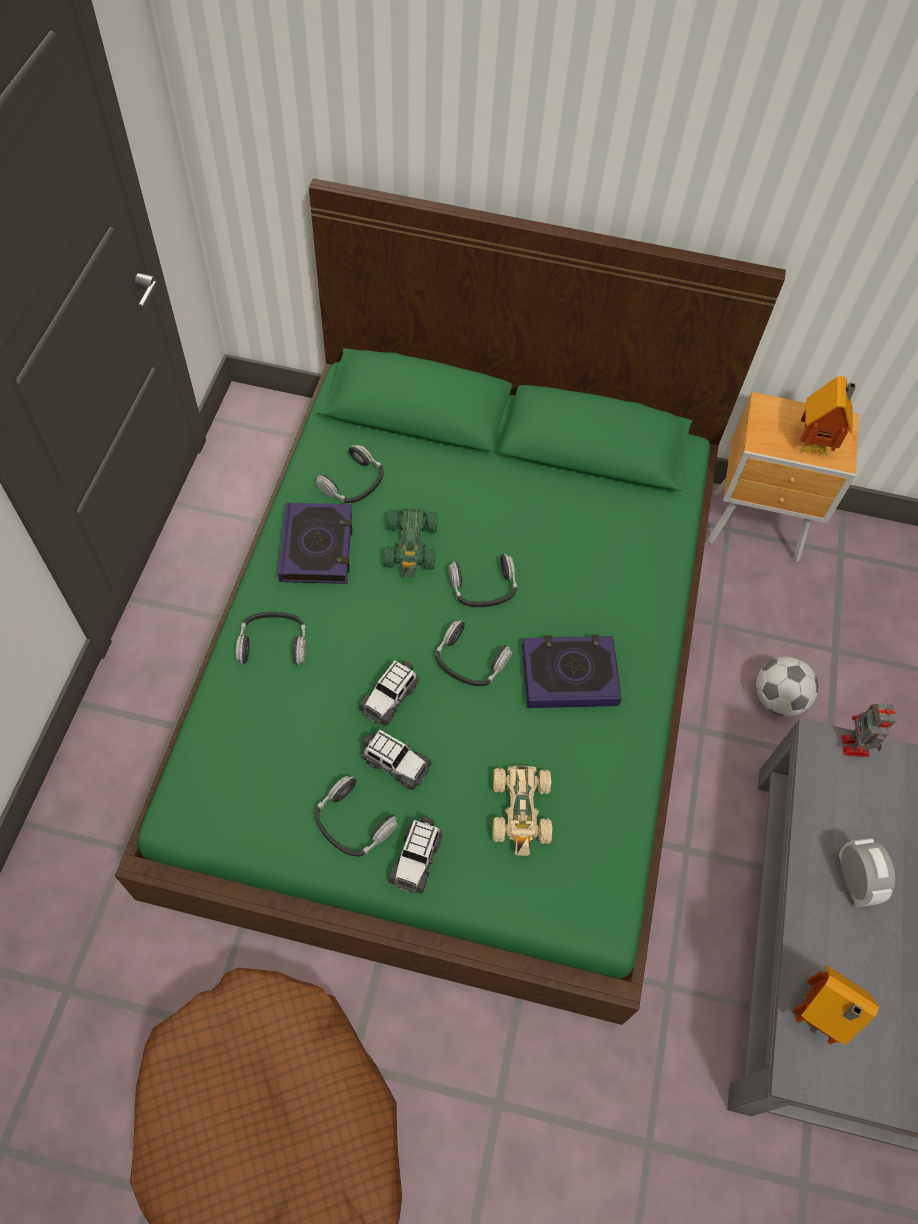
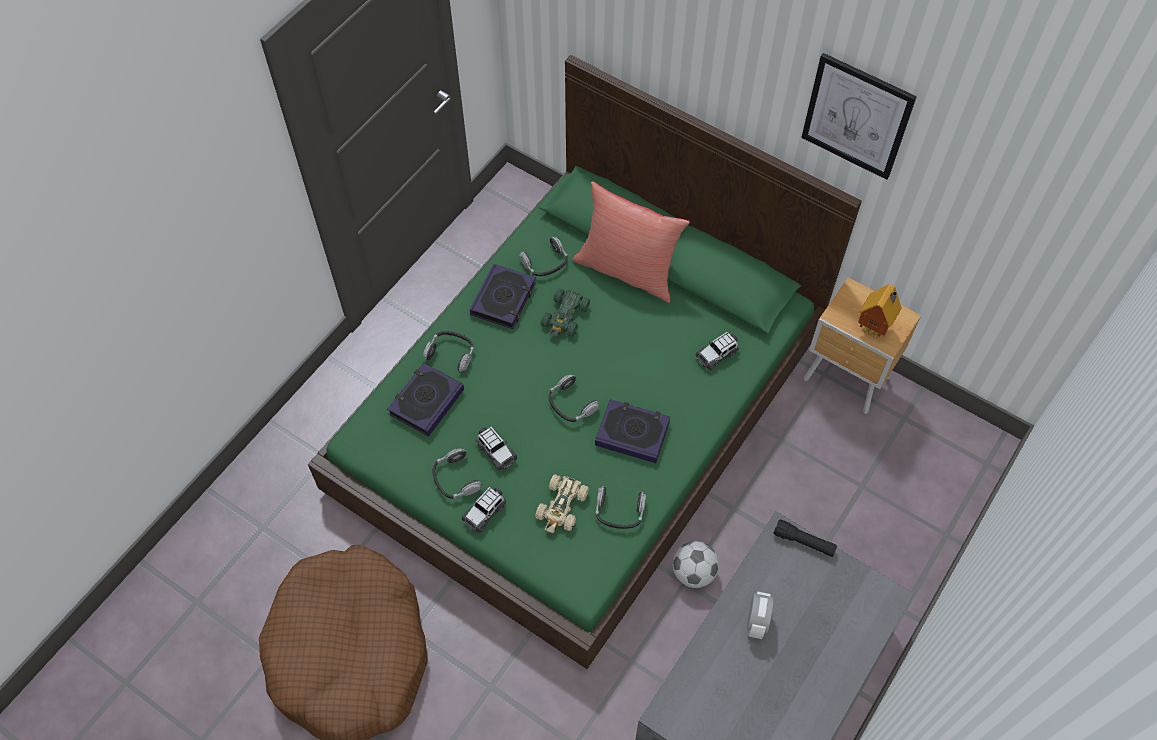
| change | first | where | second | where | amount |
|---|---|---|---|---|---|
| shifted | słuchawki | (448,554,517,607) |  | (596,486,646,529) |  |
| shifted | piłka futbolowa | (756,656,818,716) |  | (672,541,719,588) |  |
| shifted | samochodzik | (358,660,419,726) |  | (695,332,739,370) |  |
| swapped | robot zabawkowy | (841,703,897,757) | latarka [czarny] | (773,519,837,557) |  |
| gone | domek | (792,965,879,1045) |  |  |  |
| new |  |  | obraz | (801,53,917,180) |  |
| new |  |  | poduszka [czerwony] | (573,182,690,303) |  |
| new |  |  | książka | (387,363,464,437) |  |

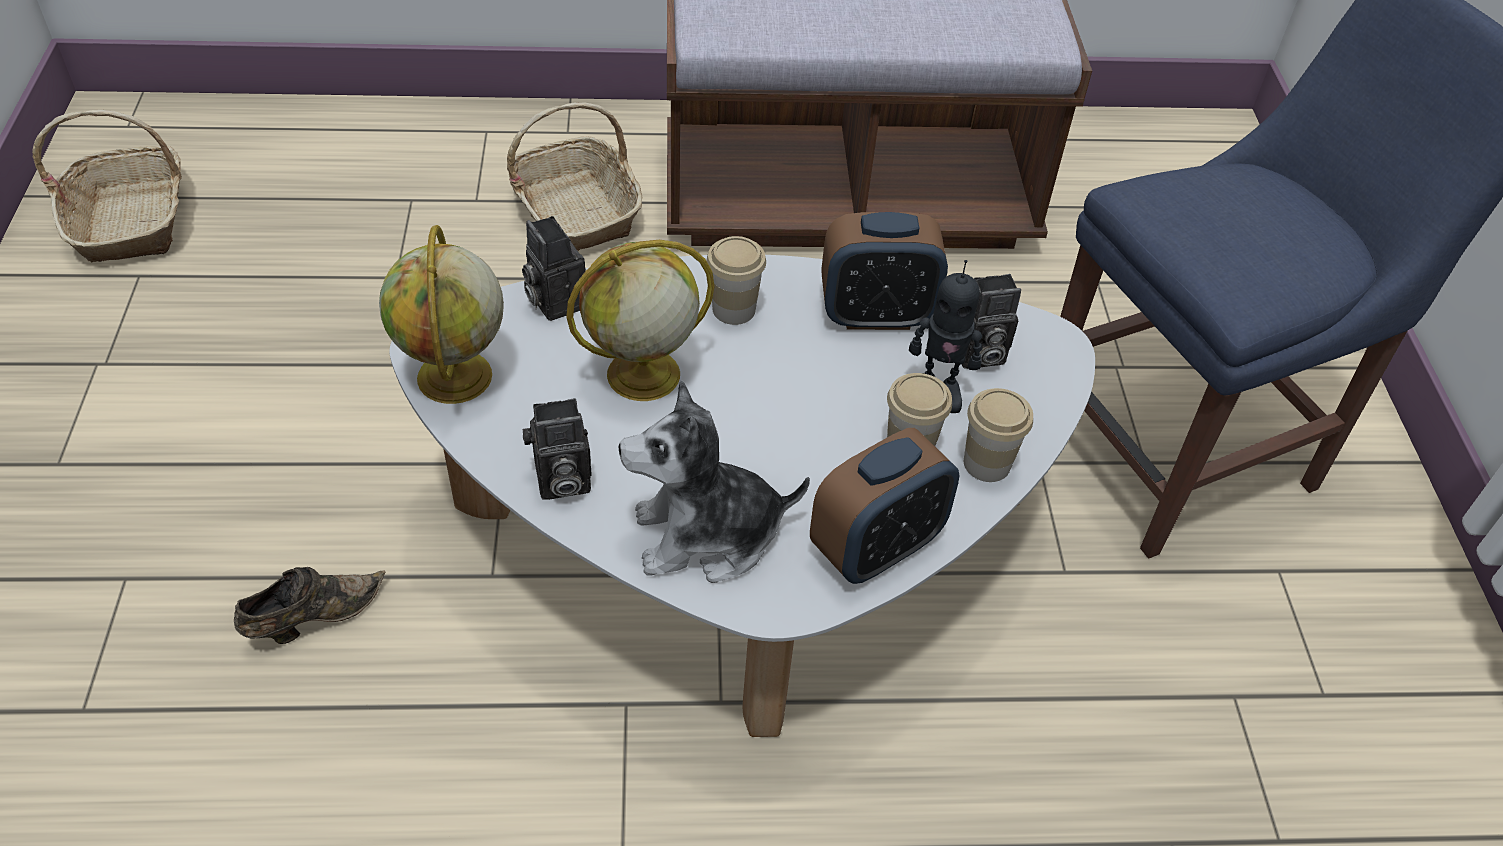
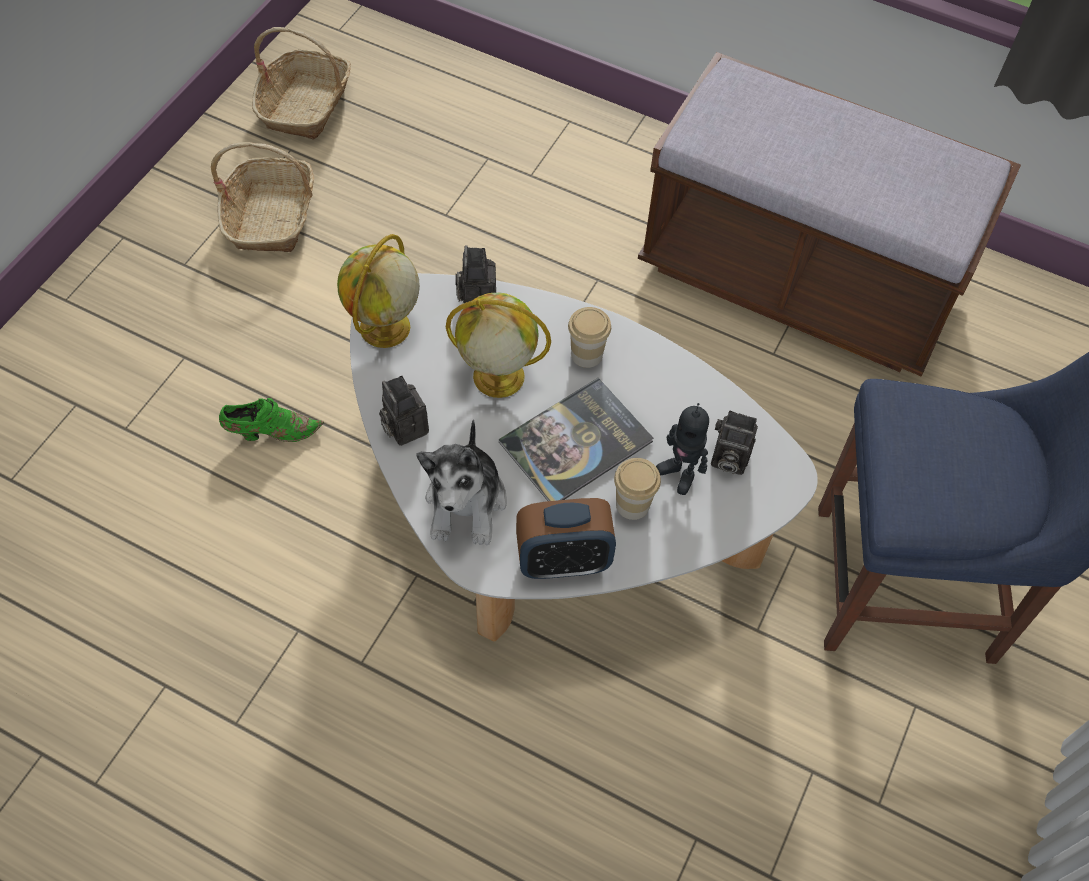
| change | first | where | second | where | amount |
|---|---|---|---|---|---|
| shifted | koszyk | (507,102,642,251) |  | (211,142,314,252) |  |
| gone | budzik | (822,212,948,330) |  |  |  |
| rotated | pluszak | (619,380,810,583) |  | (416,420,507,546) | 105 degrees counterclockwise |
| gone | filiżanka | (964,388,1033,482) |  |  |  |
| rotated | aparat fotograficzny | (523,398,592,500) |  | (379,376,429,446) | 45 degrees clockwise |
| repainted | but [brązowy] | (234,567,385,644) | but [zielony] | (219,398,324,442) |  |
| new |  |  | książka | (499,378,654,501) |  |

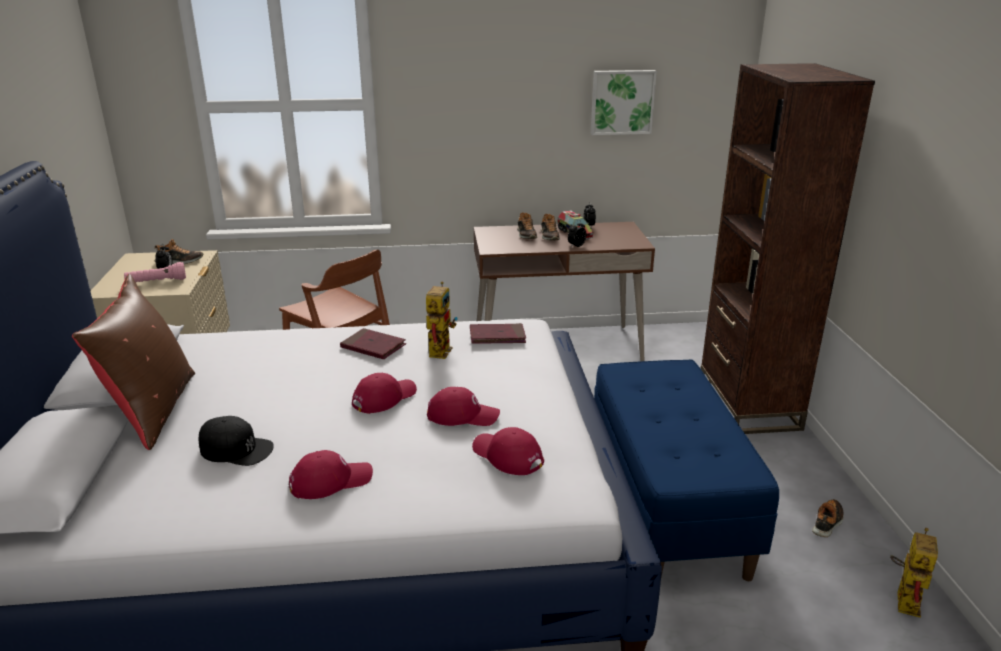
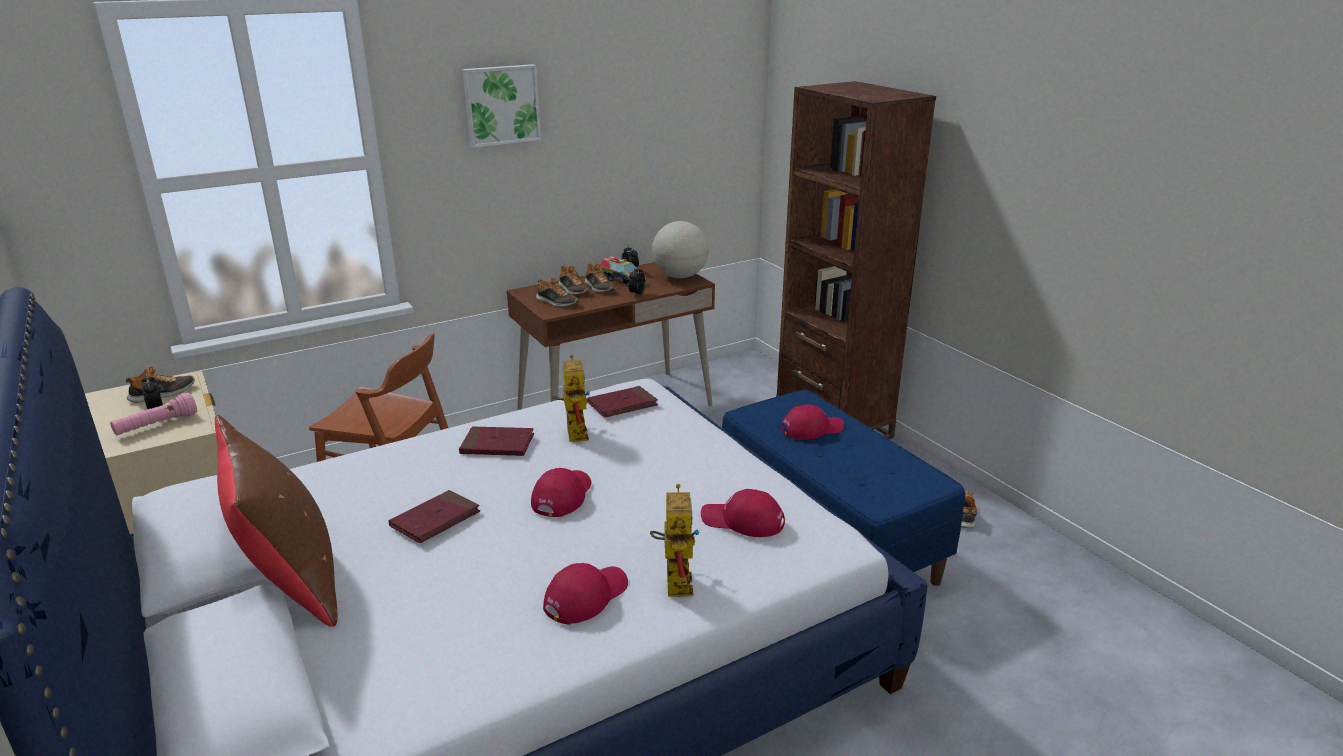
| change | first | where | second | where | amount |
|---|---|---|---|---|---|
| shifted | obraz | (591,70,657,135) |  | (462,64,541,148) |  |
| shifted | czapka z daszkiem [czerwony] | (427,387,500,426) |  | (781,404,844,440) |  |
| gone | czapka z daszkiem [czarny] | (198,416,274,466) |  |  |  |
| shifted | robot zabawkowy | (890,528,938,618) |  | (650,484,700,597) |  |
| new |  |  | globus | (652,221,709,278) |  |
| new |  |  | but | (536,277,579,307) |  |
| new |  |  | książka [czerwony] | (389,490,480,544) |  |

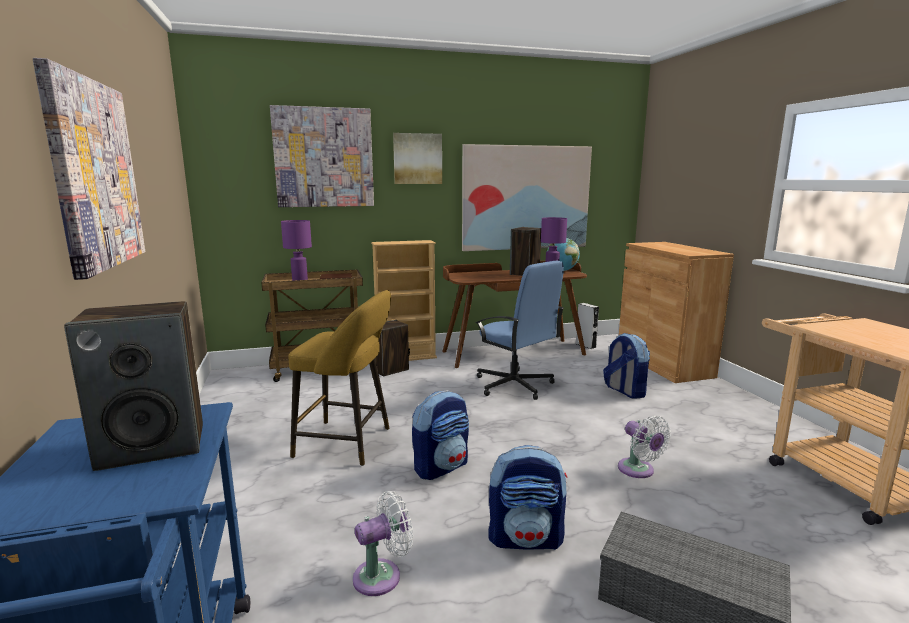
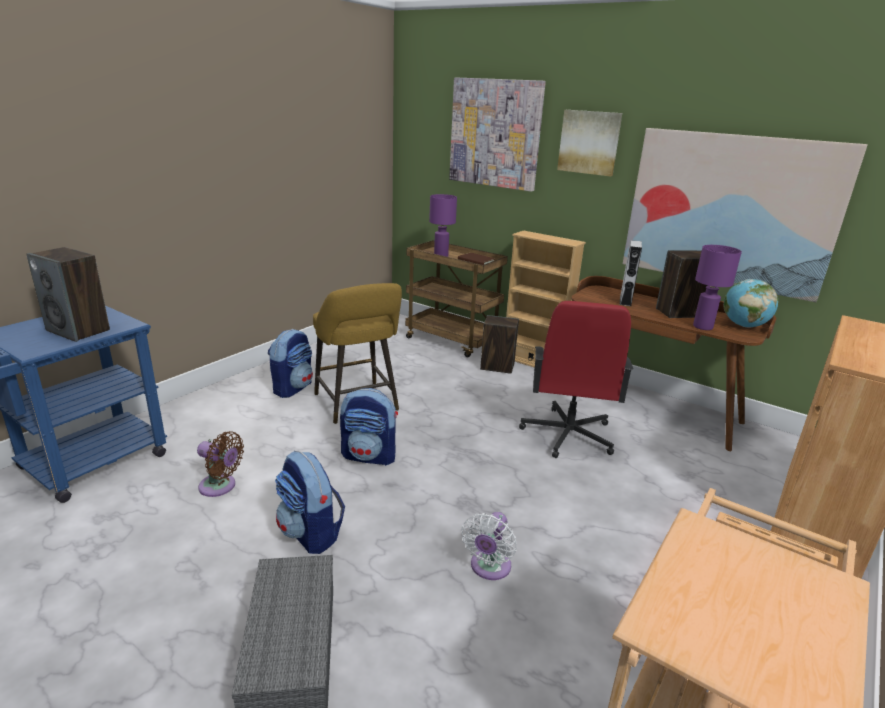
| change | first | where | second | where | amount |
|---|---|---|---|---|---|
| gone | obraz | (33,58,145,280) |  |  |  |
| repainted | krzesło biurowe [niebieski] | (476,260,564,400) | krzesło biurowe [czerwony] | (519,301,633,458) |  |
| shifted | głośnik [szary] | (576,303,599,349) |  | (620,240,642,306) |  |
| shifted | plecak | (603,333,650,399) |  | (268,329,313,398) |  |
| repainted | wentylator [biały] | (353,491,413,596) | wentylator [brązowy] | (197,431,244,497) |  |

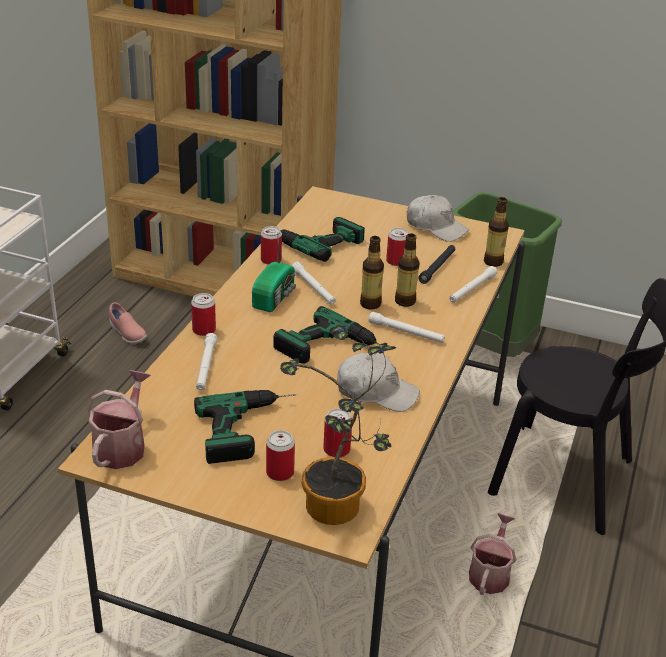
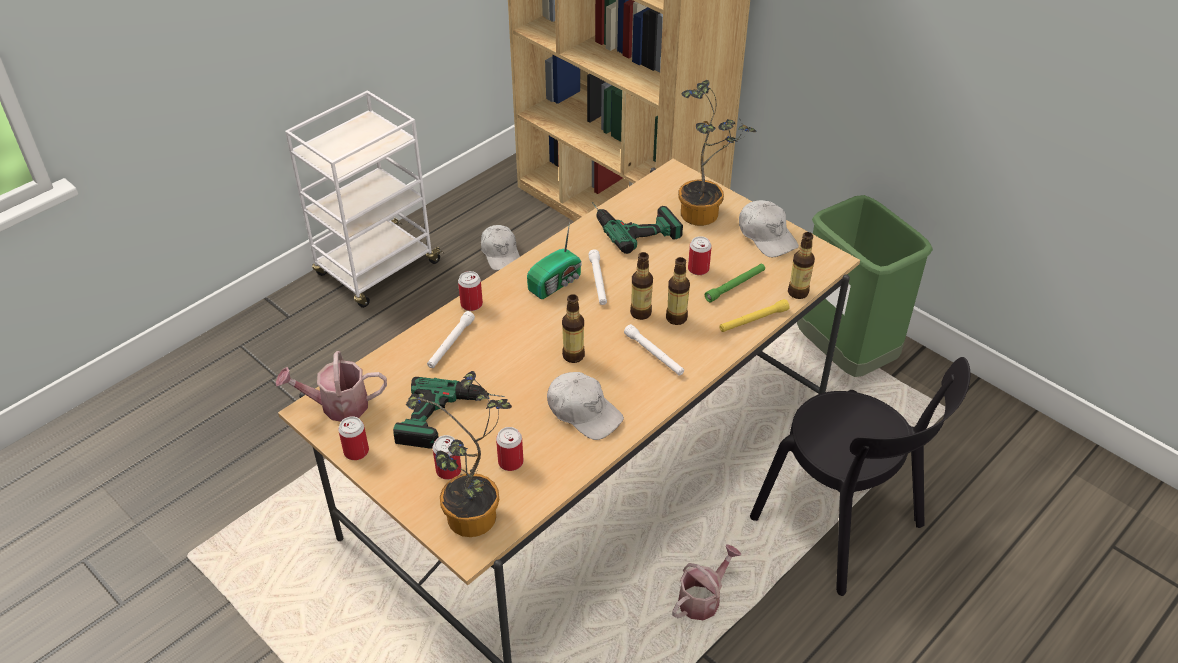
| change | first | where | second | where | amount |
|---|---|---|---|---|---|
| shifted | puszka | (261,226,282,265) |  | (338,416,369,460) |  |
| repainted | latarka [czarny] | (418,245,455,284) | latarka [zielony] | (705,264,765,302) |  |
| repainted | latarka [biały] | (449,266,497,303) | latarka [żółty] | (719,299,790,332) |  |
| swapped | but [różowy] | (109,302,147,344) | czapka z daszkiem [biały] | (481,225,520,270) |  |
| swapped | wiertarka | (273,306,379,364) | butelka | (562,294,585,363) |  |
| rotated | konewka | (88,370,151,469) |  | (276,351,387,422) | 135 degrees counterclockwise |
| new |  |  | roślina doniczkowa | (678,80,757,226) |  |

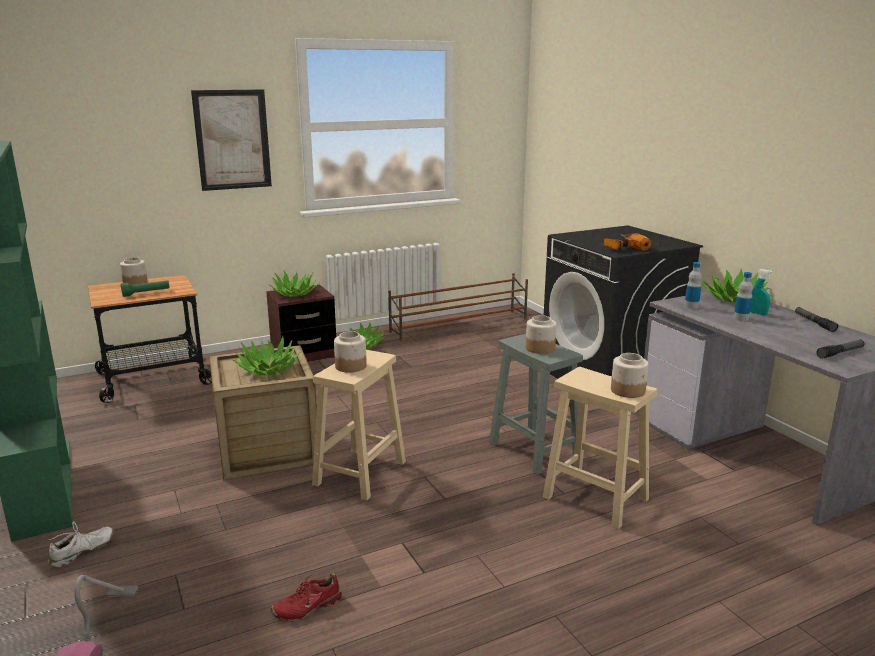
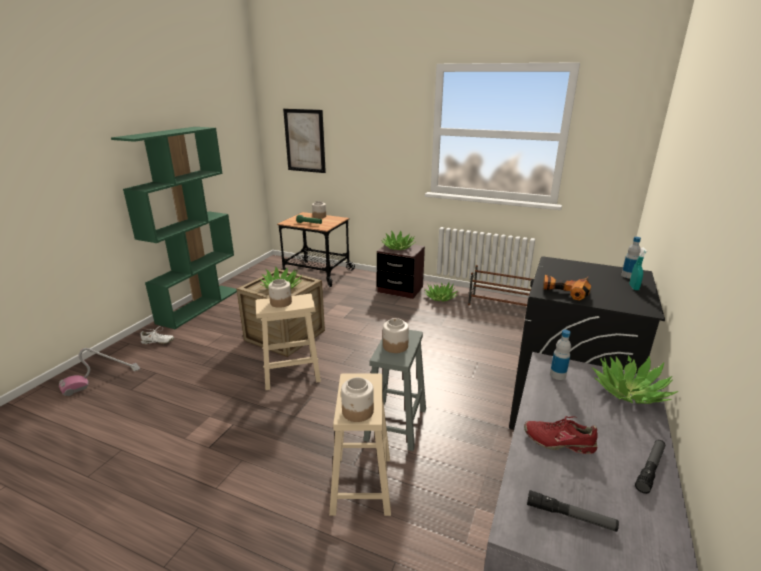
| change | first | where | second | where | amount |
|---|---|---|---|---|---|
| shifted | obraz | (191,89,272,191) |  | (283,109,326,173) |  |
| shifted | spryskiwacz [turkusowy] | (750,269,773,315) |  | (629,248,647,290) |  |
| shifted | butelka | (734,272,753,321) |  | (621,237,641,278) |  |
| shifted | but [czerwony] | (271,573,342,622) |  | (524,416,598,454) |  |

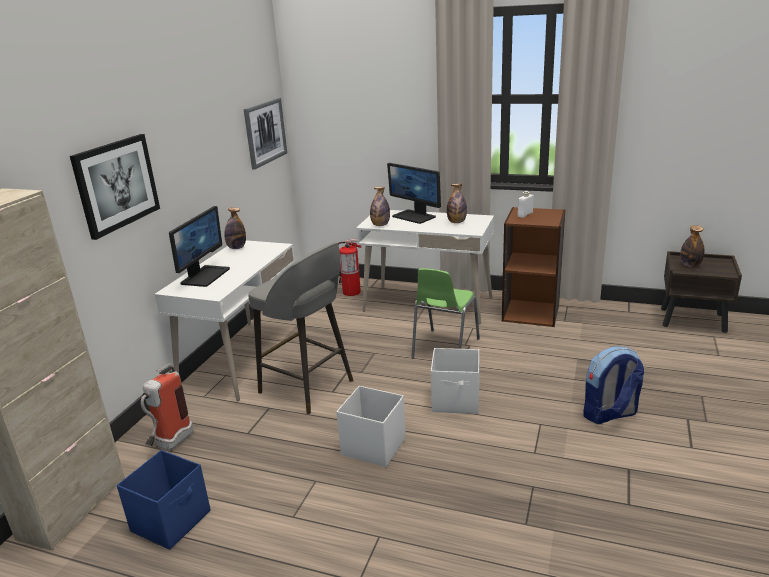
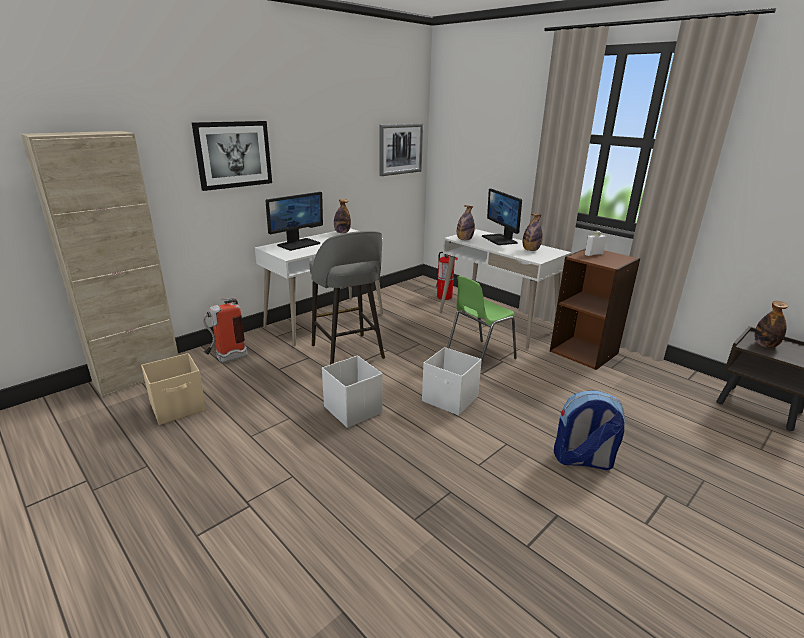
| change | first | where | second | where | amount |
|---|---|---|---|---|---|
| repainted | pojemnik do przechowywania [niebieski] | (117,450,210,550) | pojemnik do przechowywania [beżowy] | (141,353,206,425) |  |

